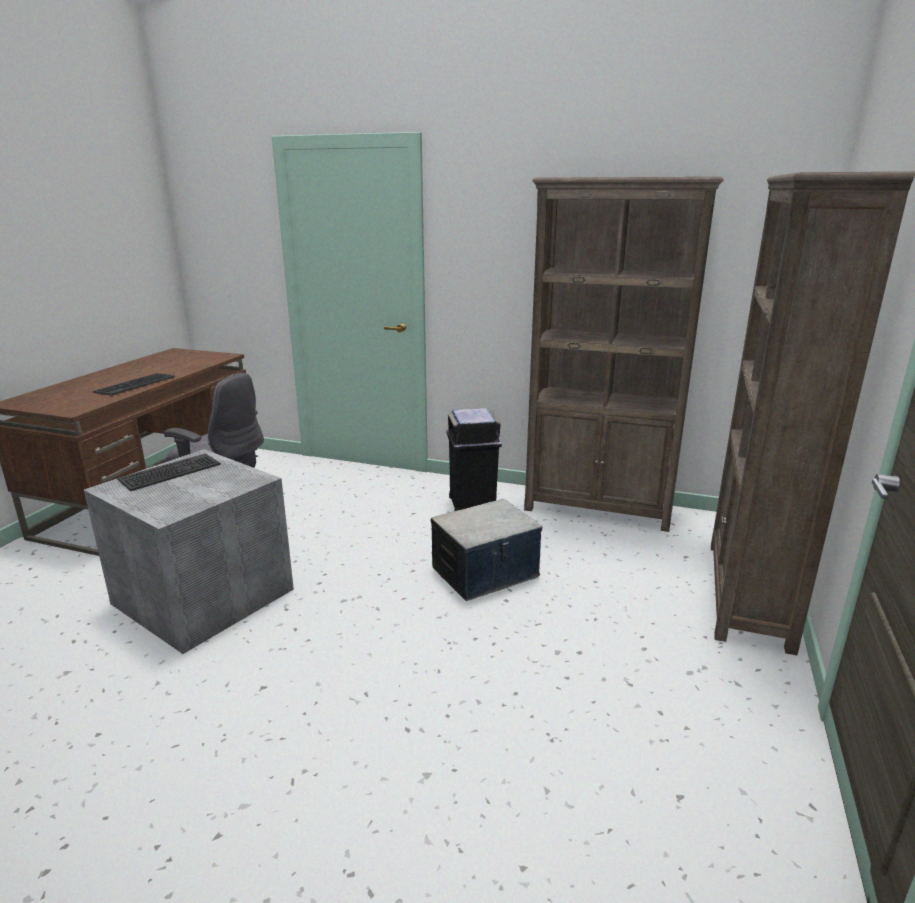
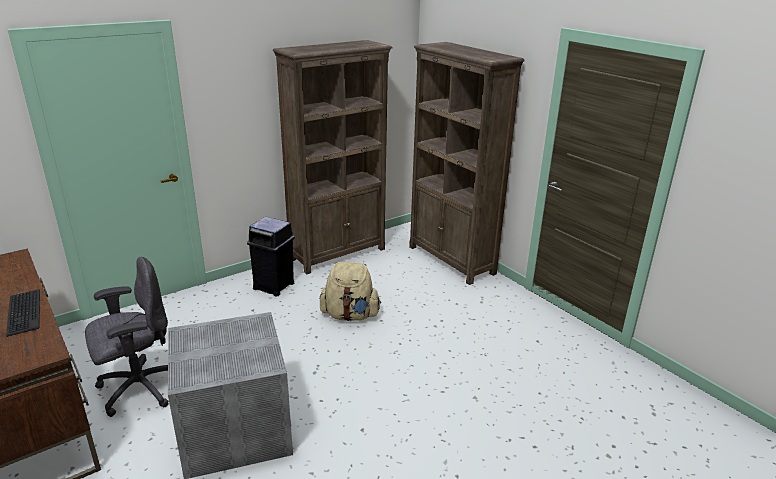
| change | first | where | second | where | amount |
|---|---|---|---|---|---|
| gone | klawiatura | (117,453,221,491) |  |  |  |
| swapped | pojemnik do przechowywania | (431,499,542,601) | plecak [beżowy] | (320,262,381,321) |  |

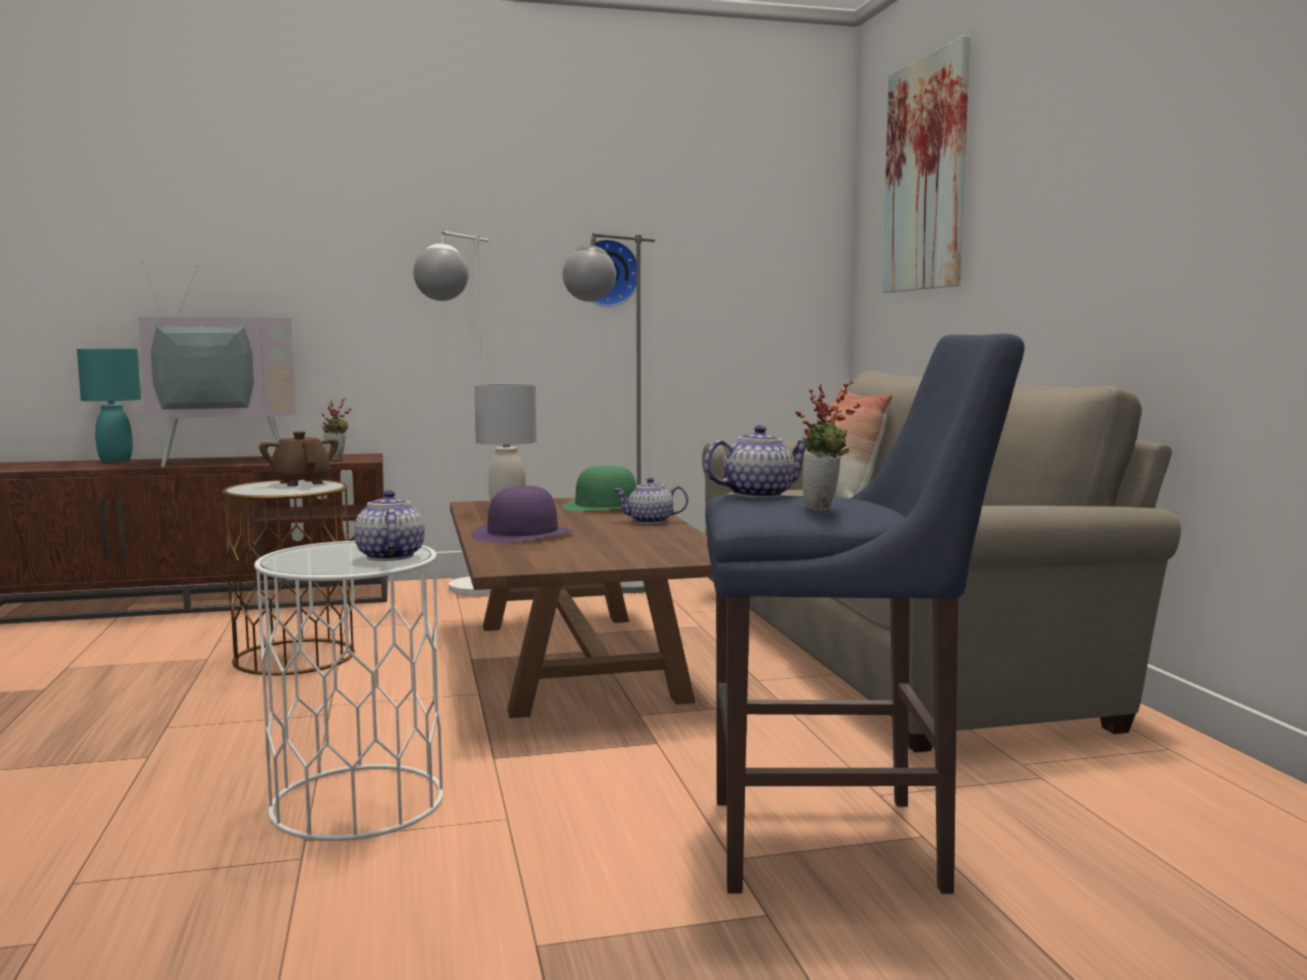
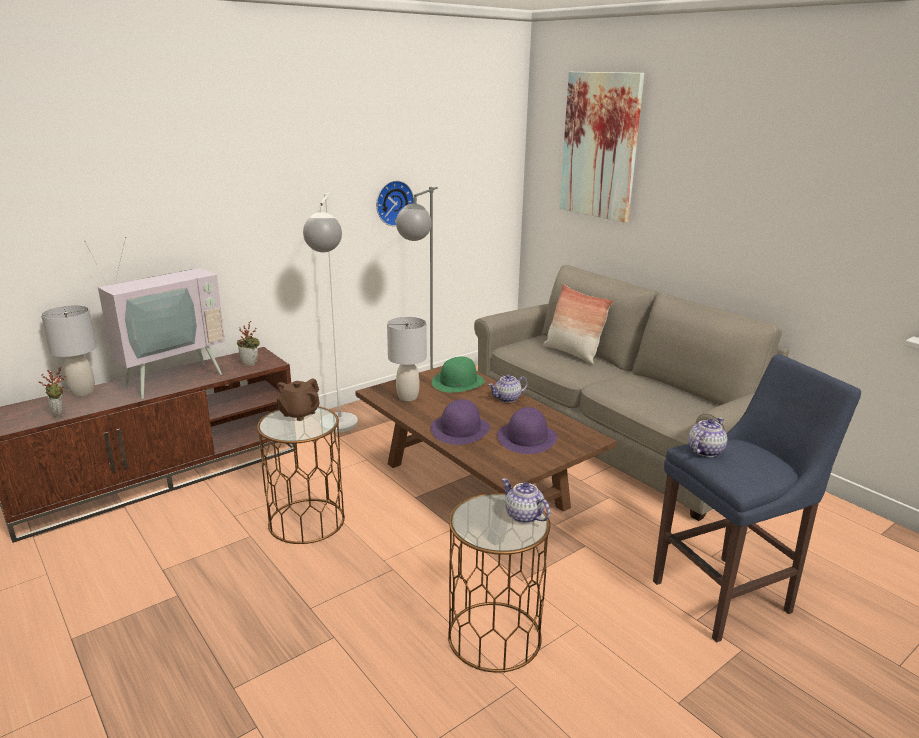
| change | first | where | second | where | amount |
|---|---|---|---|---|---|
| repainted | lampa stołowa [turkusowy] | (77,349,141,462) | lampa stołowa [szary] | (41,305,97,397) |  |
| shifted | roślina doniczkowa | (796,381,861,511) |  | (39,366,68,418) |  |
| rotated | imbryk [brązowy] | (259,431,339,486) |  | (277,378,319,421) | 90 degrees counterclockwise |
| repainted | stolik [biały] | (254,541,444,841) | stolik [brązowy] | (448,493,550,673) |  |
| new |  |  | kapelusz [fioletowy] | (497,407,557,454) |  |

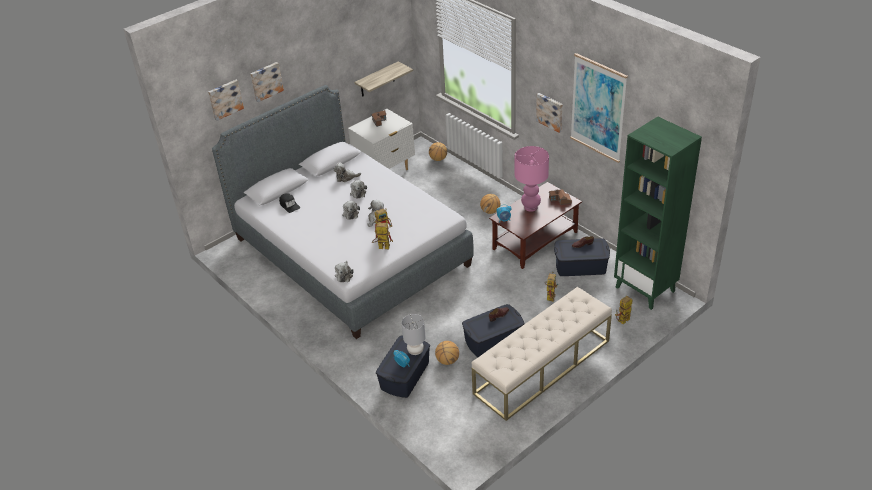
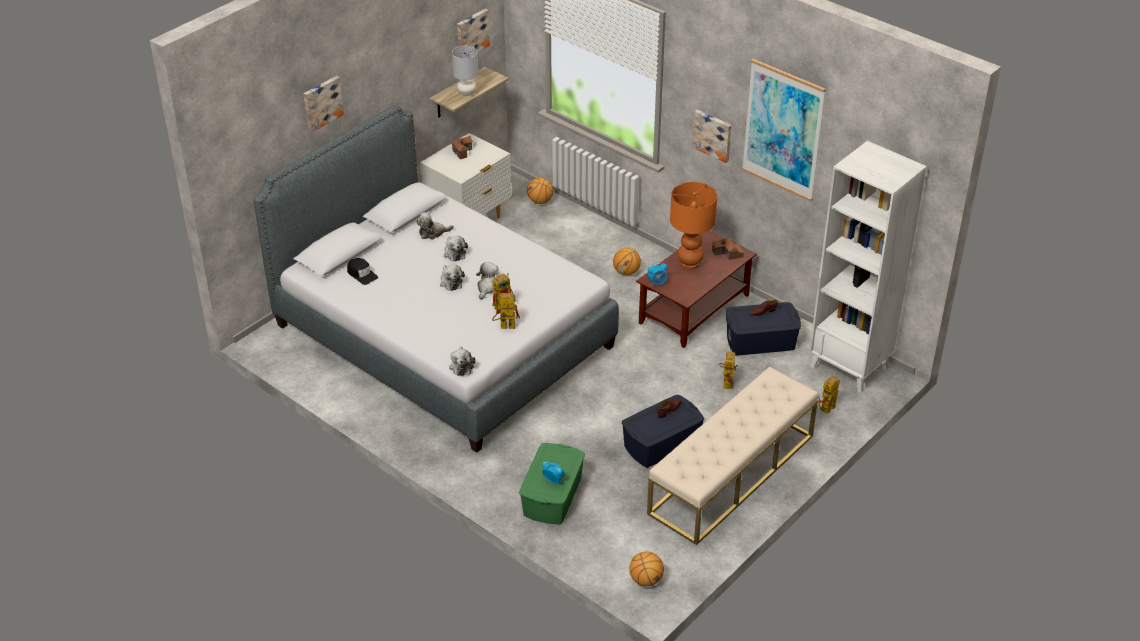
| change | first | where | second | where | amount |
|---|---|---|---|---|---|
| shifted | obraz | (208,80,244,121) |  | (457,9,490,52) |  |
| repainted | regał [zielony] | (614,117,702,310) | regał [biały] | (809,141,927,393) |  |
| repainted | lampa stołowa [różowy] | (515,146,549,212) | lampa stołowa [pomarańczowy] | (670,182,717,270) |  |
| shifted | lampa stołowa [szary] | (401,314,426,355) |  | (452,46,478,96) |  |
| repainted | pojemnik do przechowywania [niebieski] | (376,336,430,398) | pojemnik do przechowywania [zielony] | (519,443,585,524) |  |
| shifted | piłka do koszykówki | (435,341,459,365) |  | (629,551,664,586) |  |

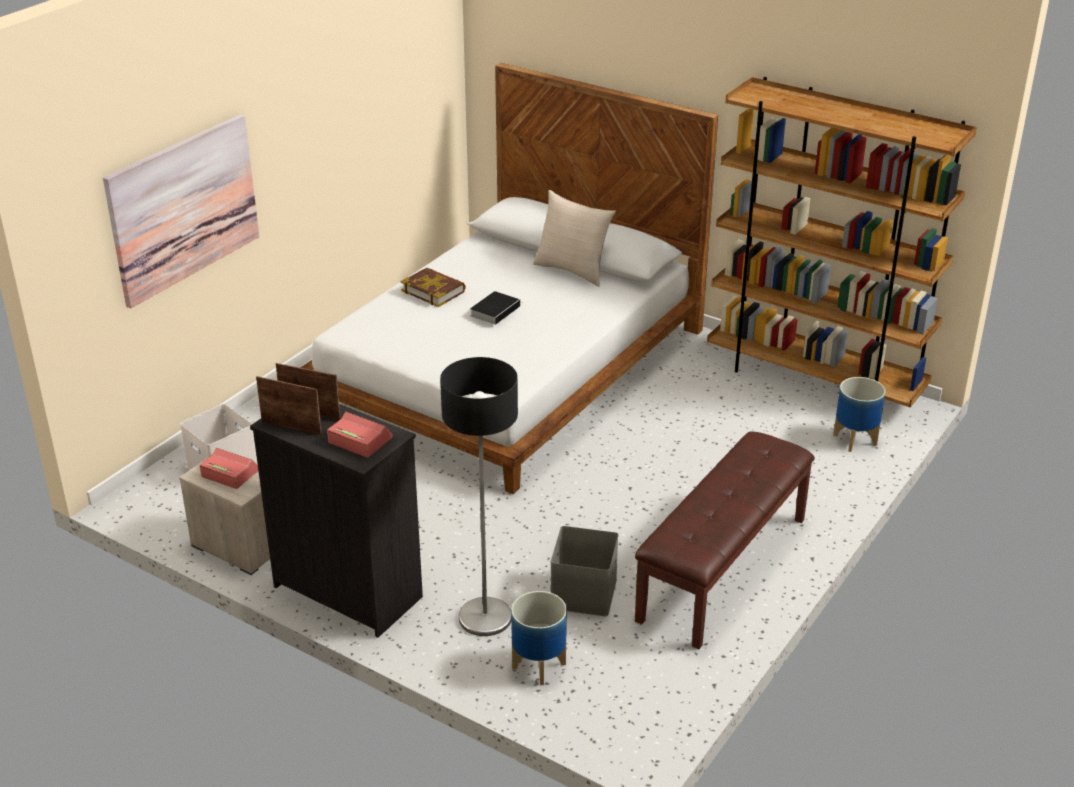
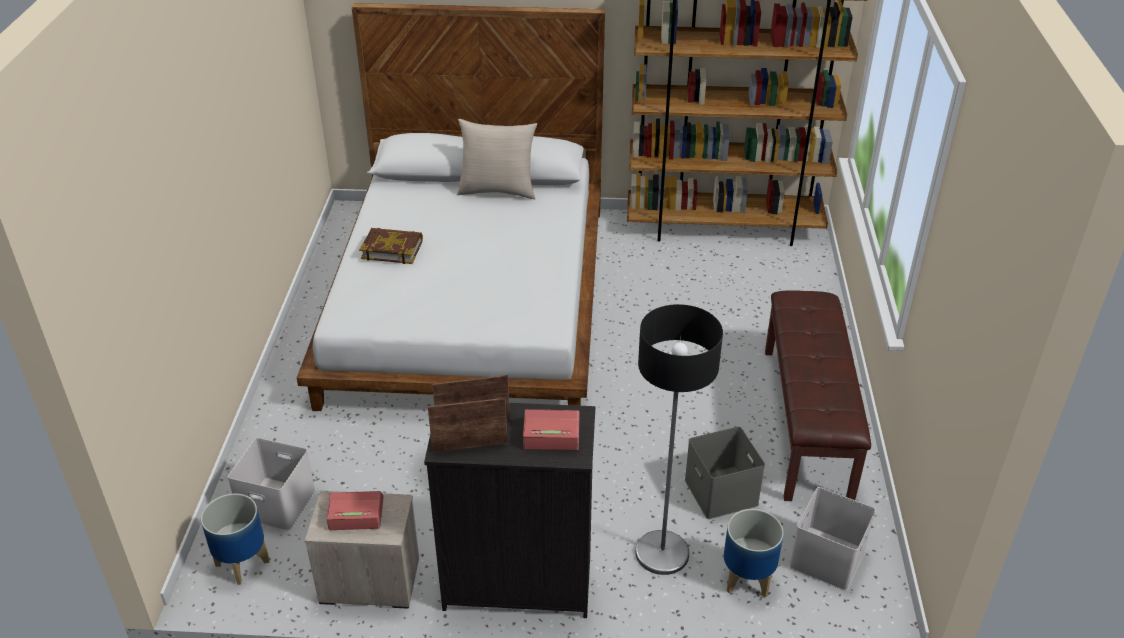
| change | first | where | second | where | amount |
|---|---|---|---|---|---|
| gone | obraz | (103,114,259,308) |  |  |  |
| gone | książka | (470,291,523,325) |  |  |  |
| shifted | donica | (833,377,886,452) |  | (201,494,269,585) |  |
| new |  |  | pojemnik do przechowywania [biały] | (789,487,876,591) |  |

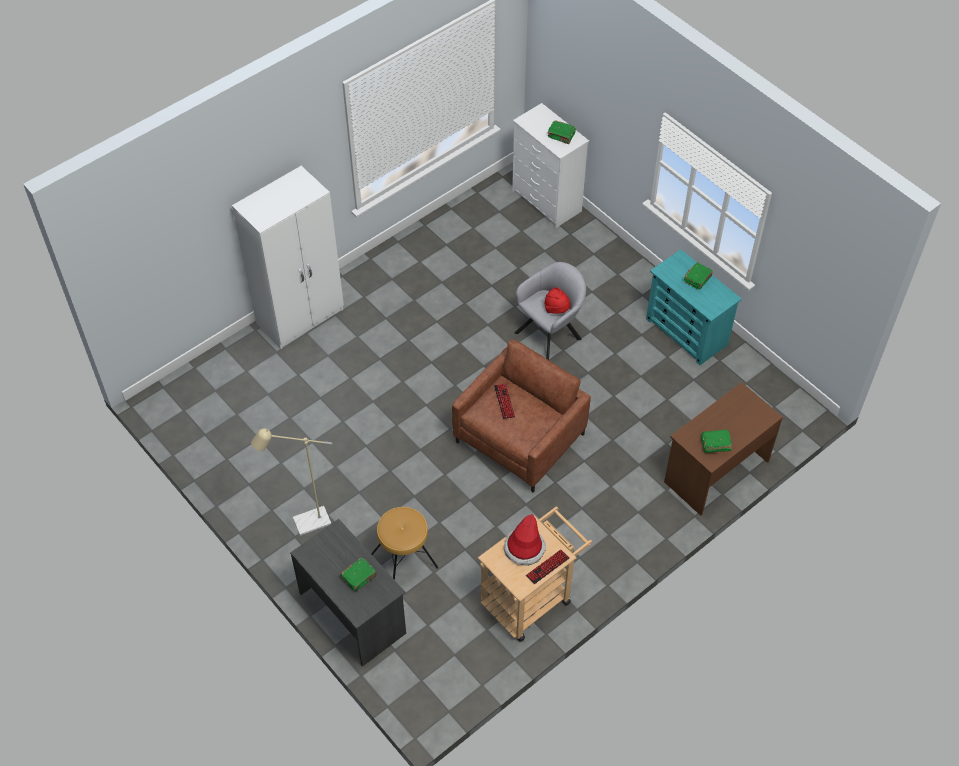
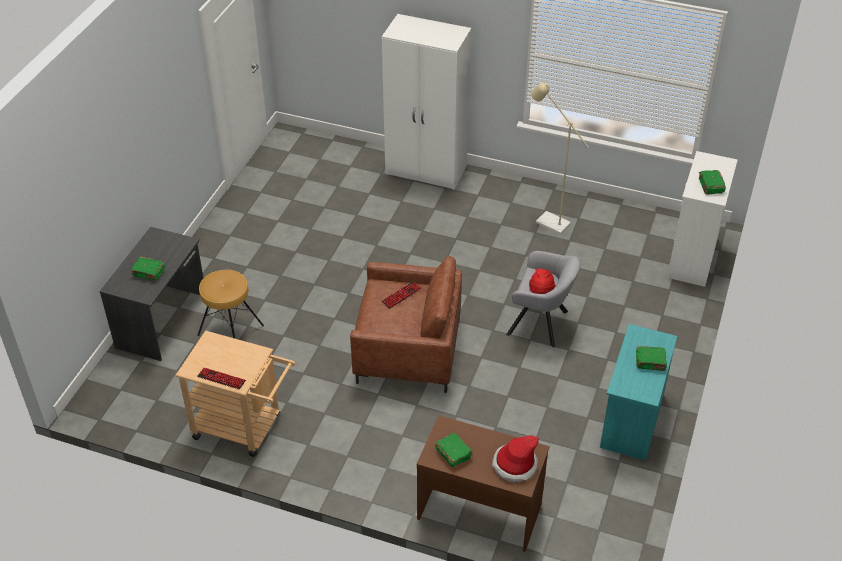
| change | first | where | second | where | amount |
|---|---|---|---|---|---|
| shifted | lampa stojąca [beżowy] | (251,428,332,536) |  | (531,83,589,234) |  |
| shifted | kapelusz | (504,514,546,566) |  | (492,435,539,482) |  |

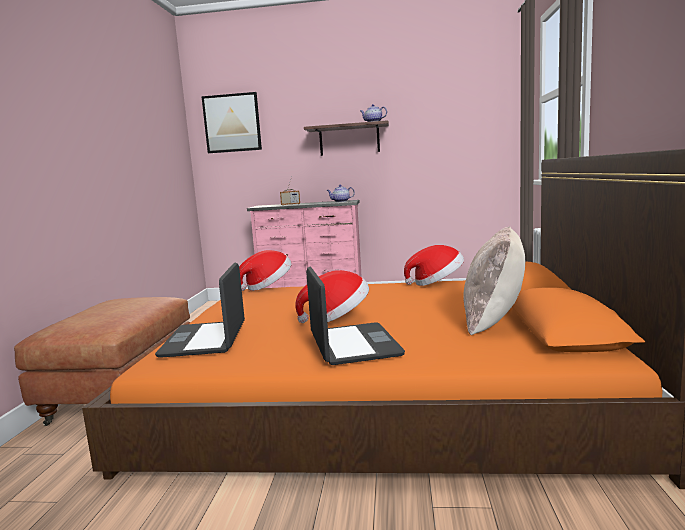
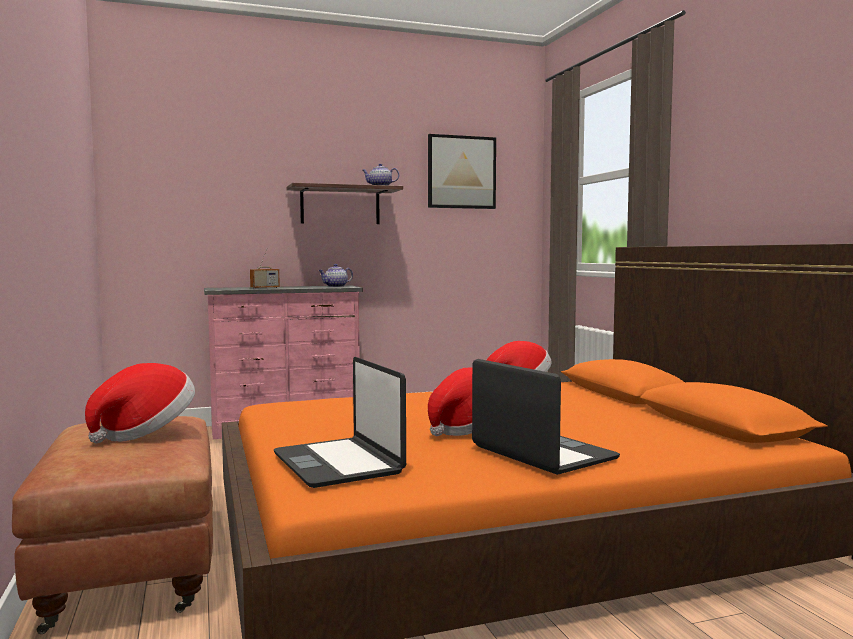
| change | first | where | second | where | amount |
|---|---|---|---|---|---|
| shifted | obraz | (201,92,262,153) |  | (428,134,496,209) |  |
| gone | poduszka [beżowy] | (463,226,525,335) |  |  |  |
| shifted | kapelusz | (239,250,292,291) |  | (85,363,195,443) |  |

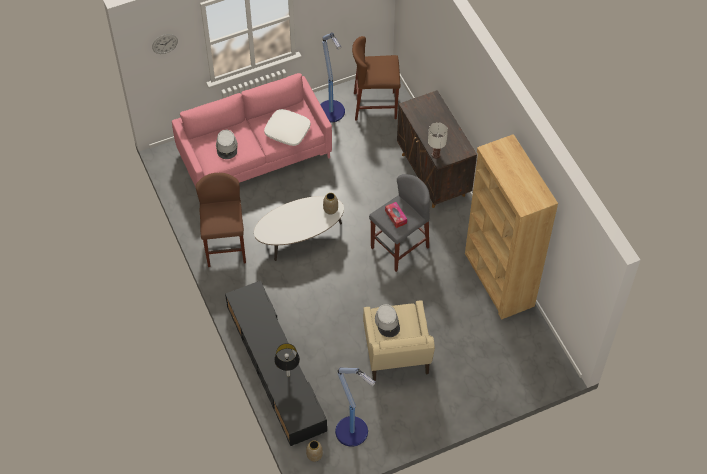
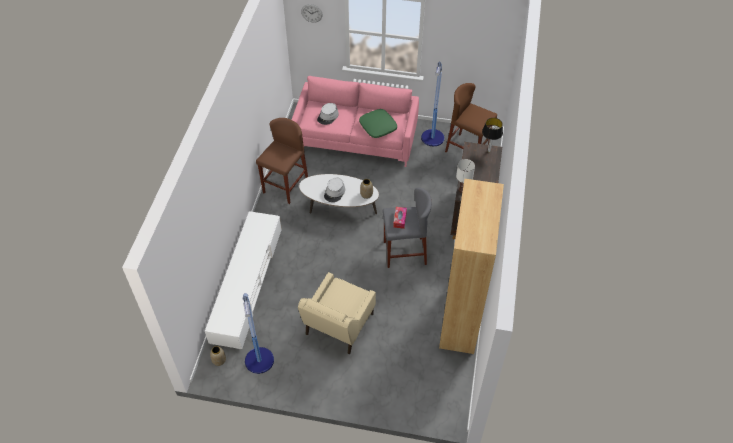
| change | first | where | second | where | amount |
|---|---|---|---|---|---|
| repainted | poduszka [biały] | (264,109,311,146) | poduszka [zielony] | (359,109,397,138) |  |
| repainted | szafka pod telewizor [czarny] | (225,281,327,446) | szafka pod telewizor [biały] | (205,211,282,349) |  |
| shifted | kapelusz [szary] | (375,304,400,337) |  | (324,178,345,202) |  |
| shifted | lampa stołowa | (274,343,300,377) |  | (482,118,503,152) |  |

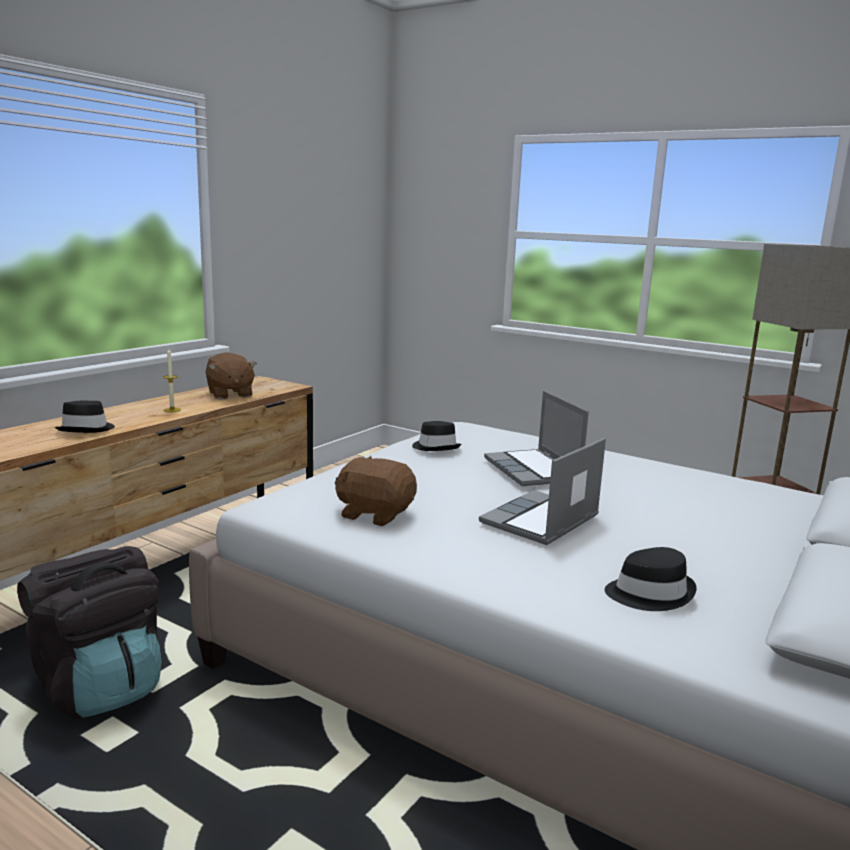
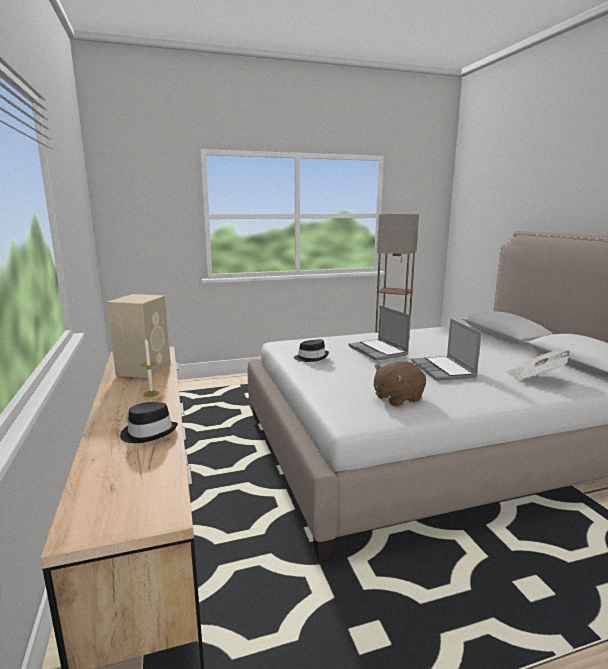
| change | first | where | second | where | amount |
|---|---|---|---|---|---|
| swapped | pluszak [brązowy] | (206,352,257,399) | głośnik [beżowy] | (107,294,171,378) |  |
| rotated | laptop | (484,391,589,486) |  | (349,305,411,360) | 45 degrees clockwise |
| gone | plecak [czarny] | (17,546,162,718) |  |  |  |
| swapped | kapelusz [czarny] | (605,547,697,611) | gazeta | (507,350,573,380) |  |

